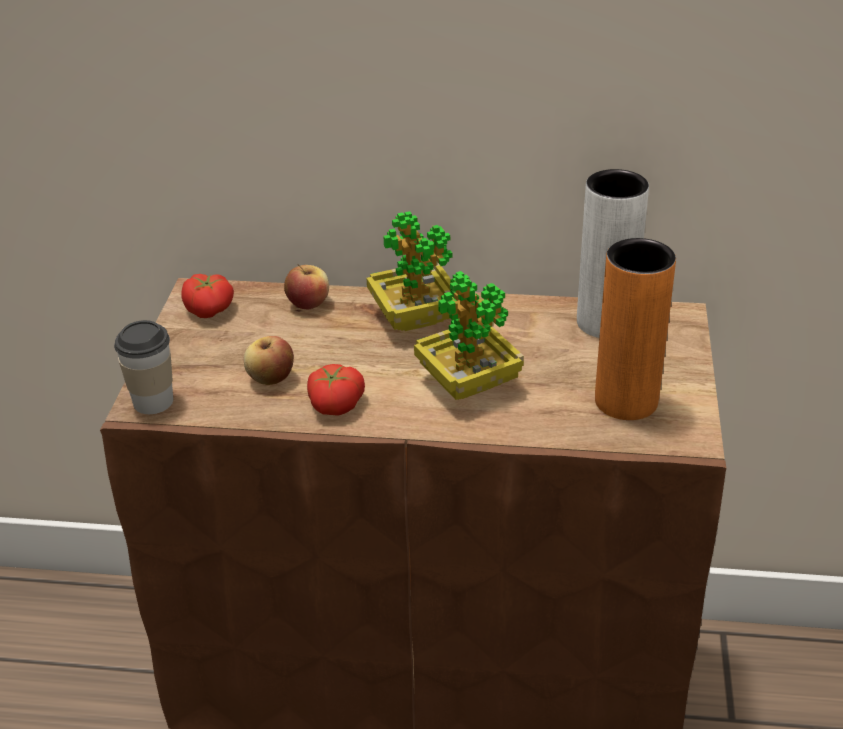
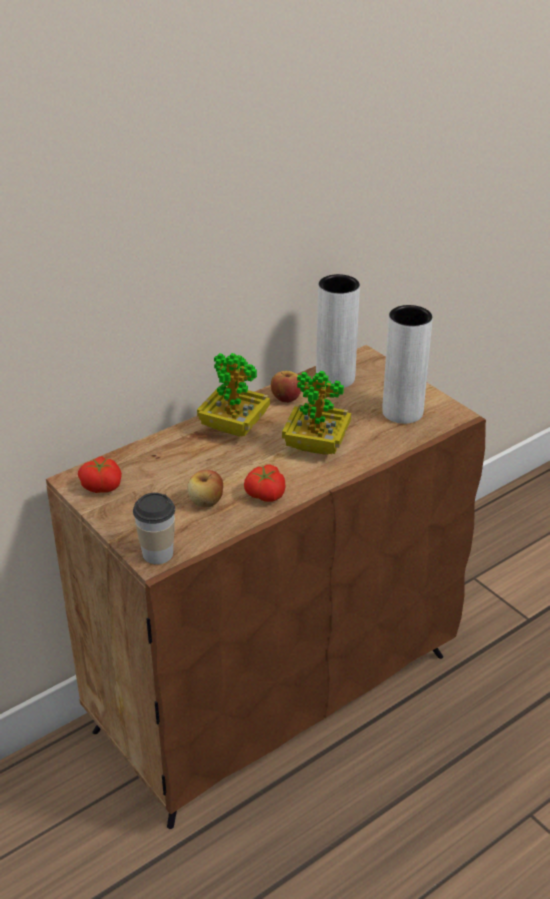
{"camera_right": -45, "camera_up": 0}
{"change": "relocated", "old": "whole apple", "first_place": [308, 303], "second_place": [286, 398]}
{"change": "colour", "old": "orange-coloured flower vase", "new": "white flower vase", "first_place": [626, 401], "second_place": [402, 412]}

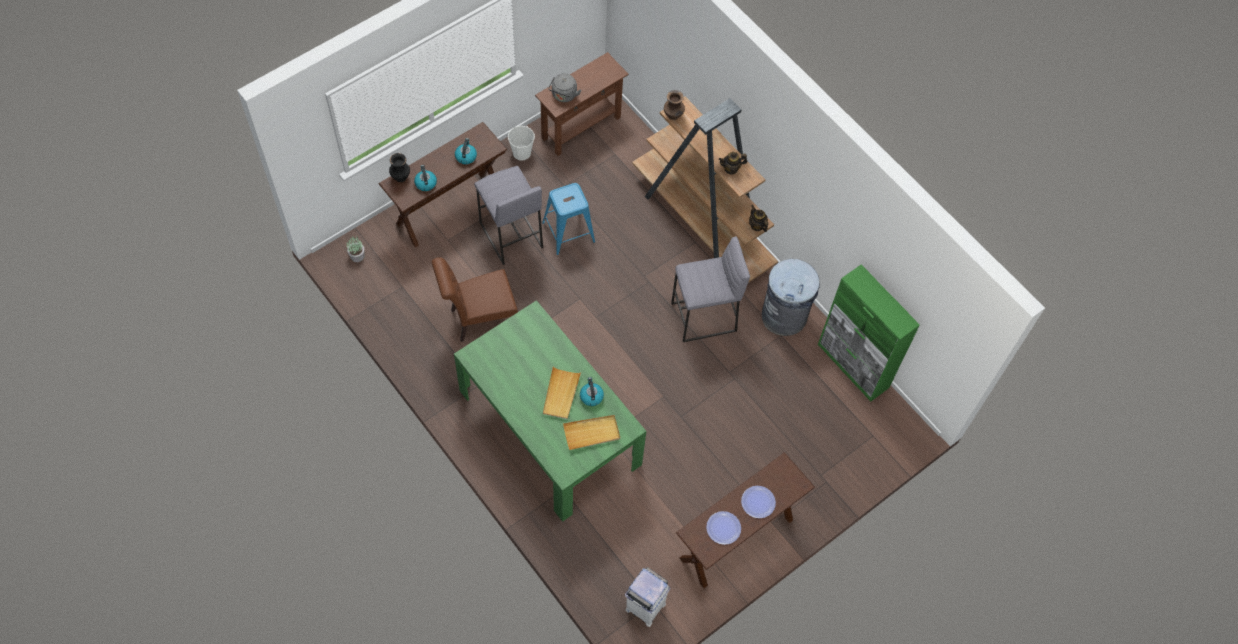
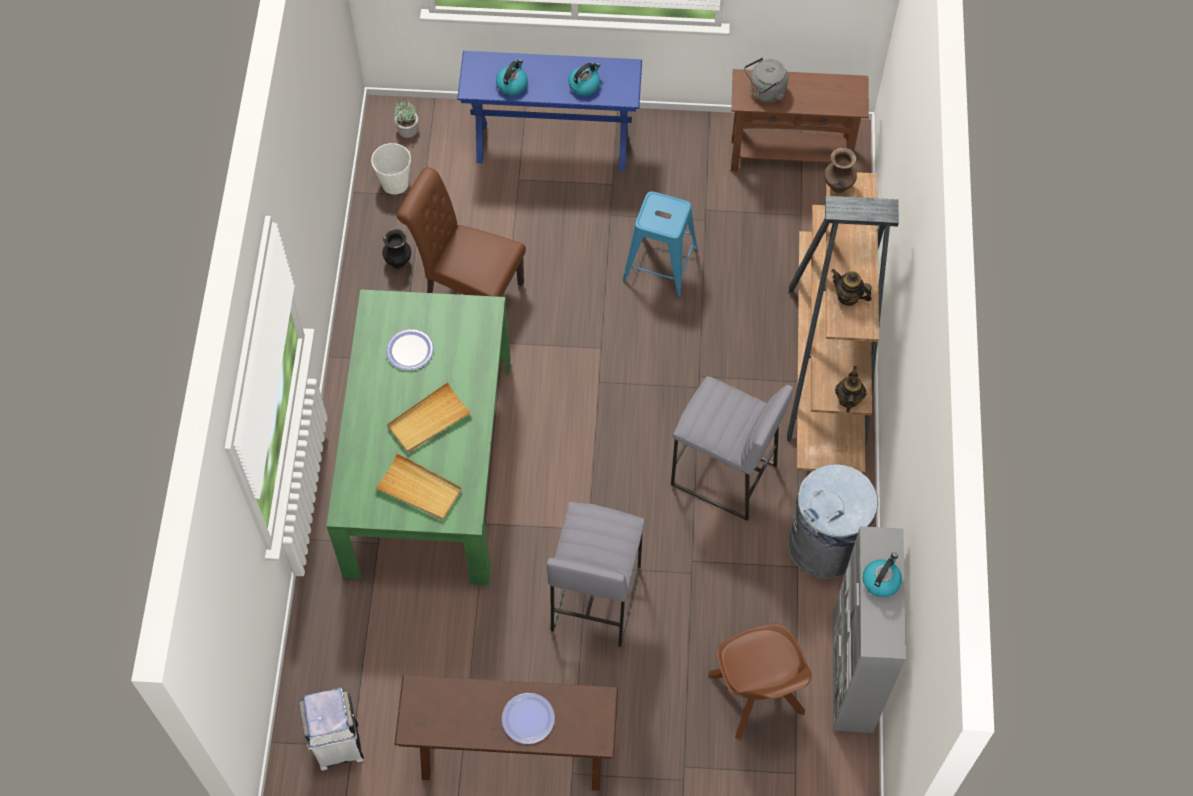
{"camera_right": 45, "camera_up": 0}
{"change": "appeared", "new": "brownish upright chair", "second_place": [757, 696]}
{"change": "relocated", "old": "blackish flower vase", "first_place": [400, 177], "second_place": [398, 261]}
{"change": "relocated", "old": "greyish sitting stool", "first_place": [510, 235], "second_place": [595, 598]}
{"change": "relocated", "old": "white pail", "first_place": [521, 152], "second_place": [395, 183]}
{"change": "relocated", "old": "tea kettle", "first_place": [591, 396], "second_place": [881, 580]}
{"change": "relocated", "old": "plate", "first_place": [723, 528], "second_place": [410, 350]}
{"change": "colour", "old": "brownish narrow table", "new": "blue narrow table", "first_place": [449, 209], "second_place": [552, 146]}
{"change": "colour", "old": "green storage cabinet", "new": "greyish storage cabinet", "first_place": [853, 366], "second_place": [852, 671]}

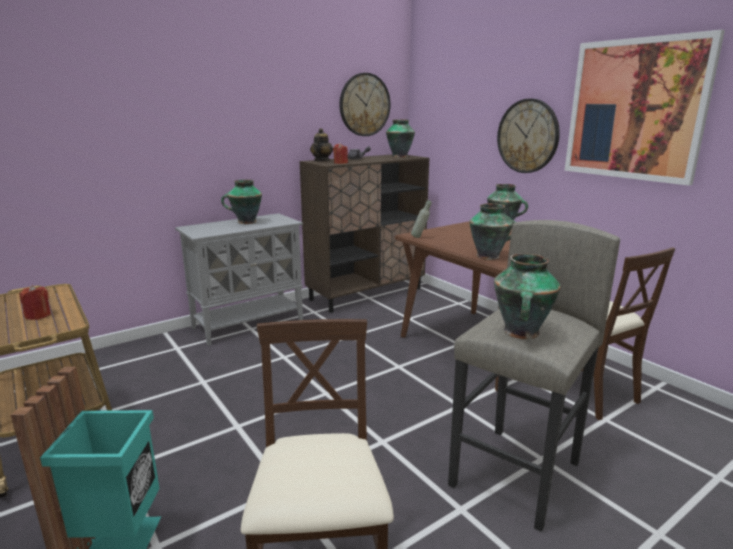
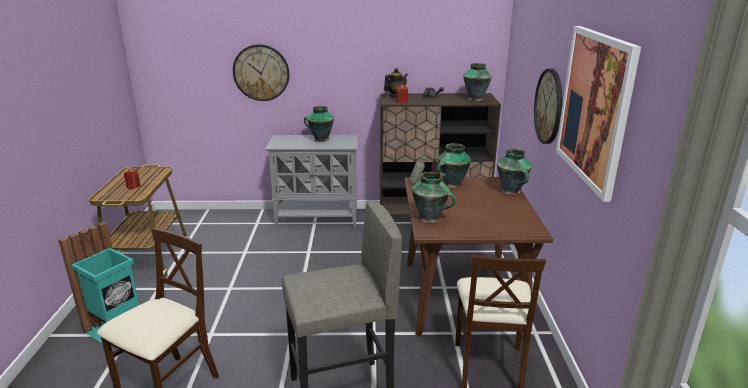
{"camera_right": 35, "camera_up": 5}
{"change": "relocated", "old": "hanging clock", "first_place": [364, 105], "second_place": [261, 72]}
{"change": "relocated", "old": "flower vase", "first_place": [521, 333], "second_place": [452, 185]}

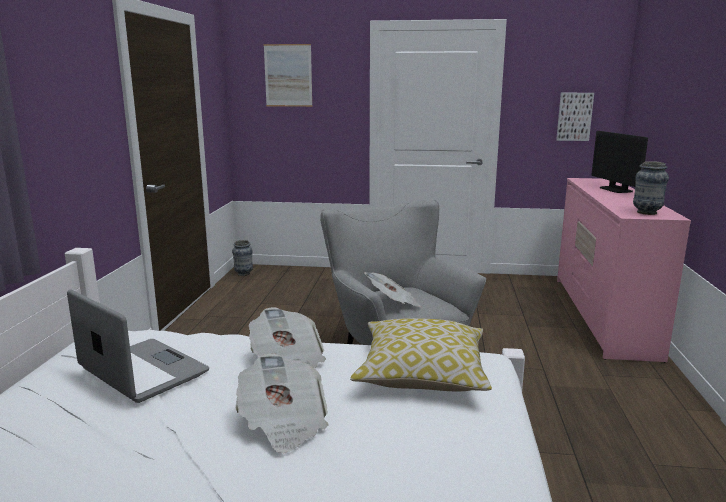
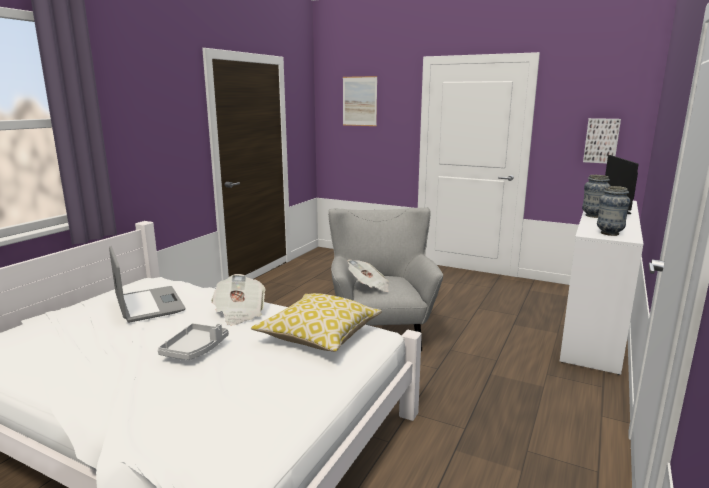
{"camera_right": 20, "camera_up": 0}
{"change": "relocated", "old": "flower vase", "first_place": [243, 274], "second_place": [593, 216]}
{"change": "exchanged", "old": "printed paper", "new": "greyish tray", "first_place": [283, 423], "second_place": [195, 349]}
{"change": "colour", "old": "pinkish dresser", "new": "white dresser", "first_place": [602, 316], "second_place": [593, 326]}

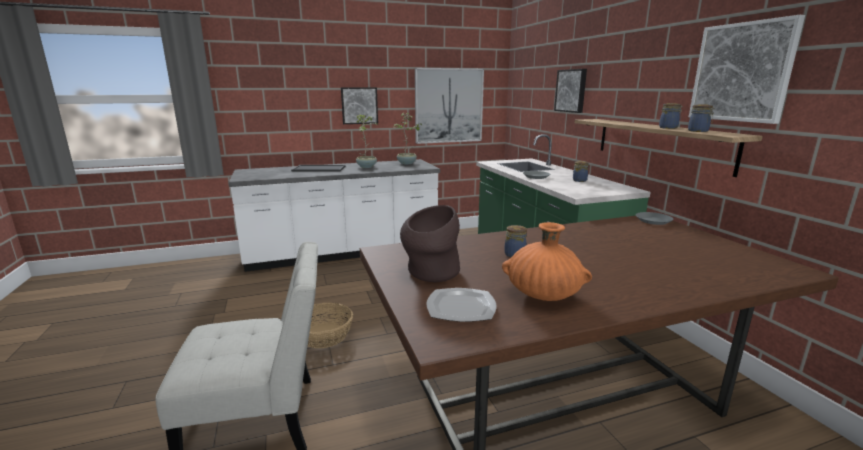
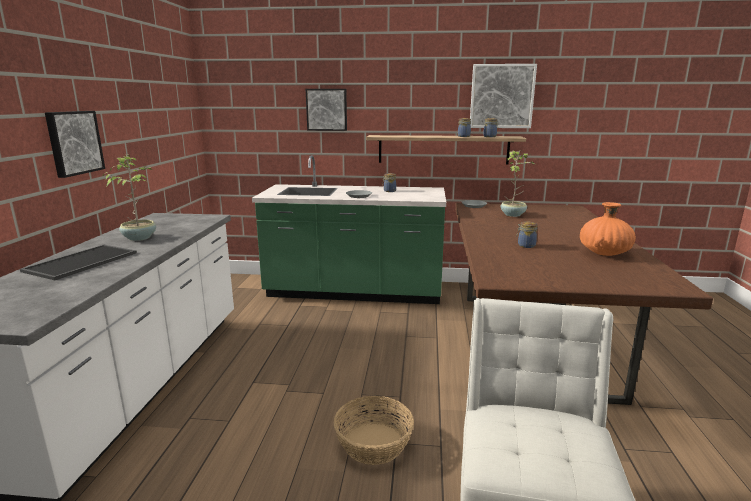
{"camera_right": -65, "camera_up": 0}
{"change": "missing", "old": "brownish flower vase", "first_place": [430, 274]}
{"change": "missing", "old": "wall art", "first_place": [449, 106]}
{"change": "missing", "old": "plate", "first_place": [460, 307]}
{"change": "relocated", "old": "houseplant", "first_place": [407, 163], "second_place": [513, 214]}

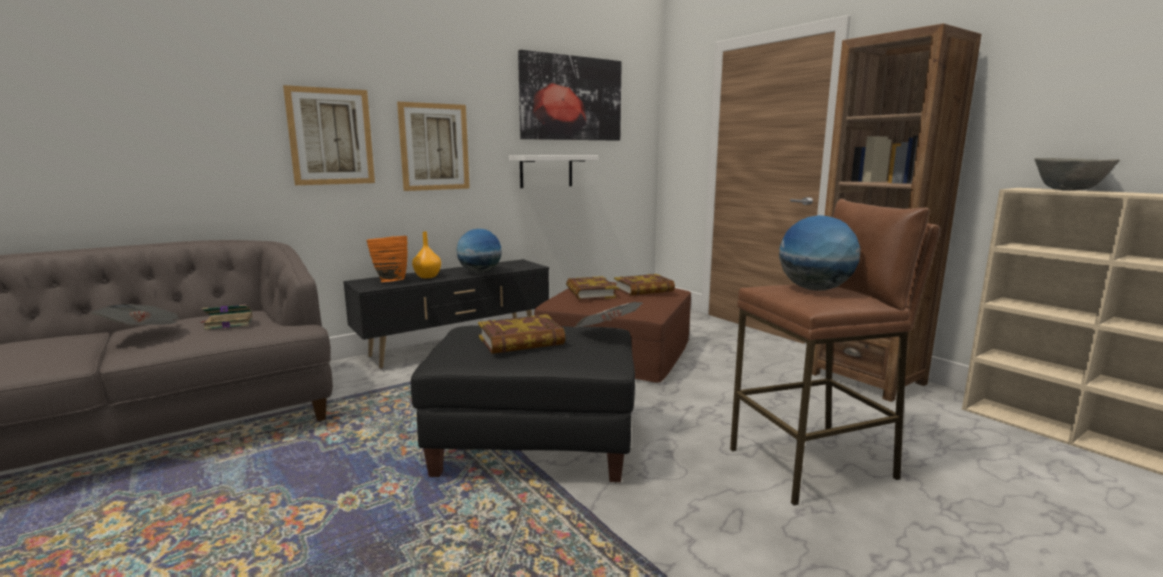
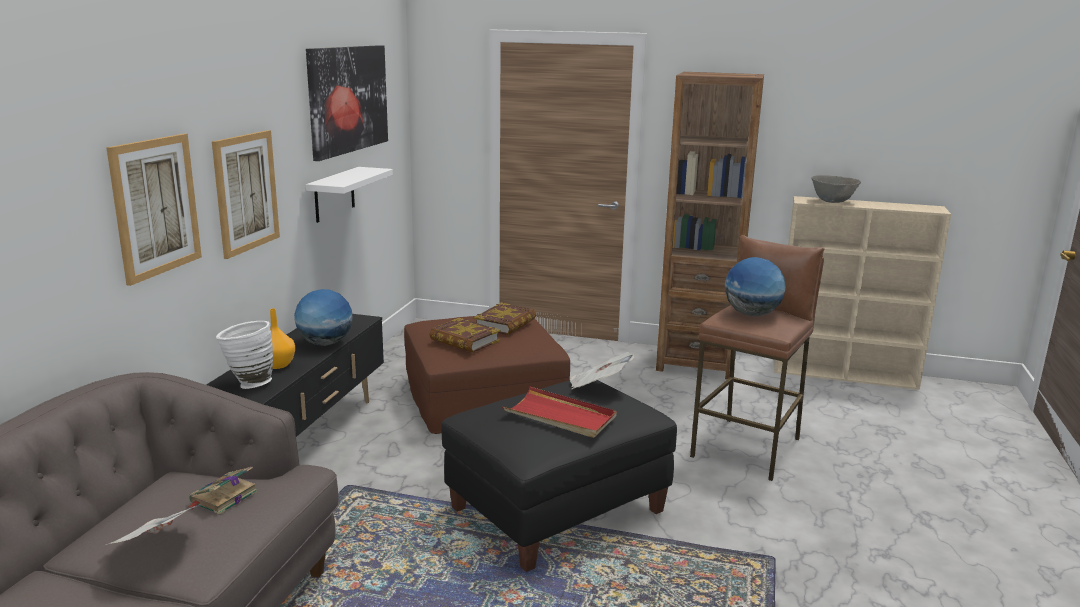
{"camera_right": -40, "camera_up": 5}
{"change": "exchanged", "old": "volume", "new": "reddish tray", "first_place": [521, 341], "second_place": [560, 416]}
{"change": "colour", "old": "orange-coloured flower vase", "new": "white flower vase", "first_place": [390, 281], "second_place": [248, 384]}

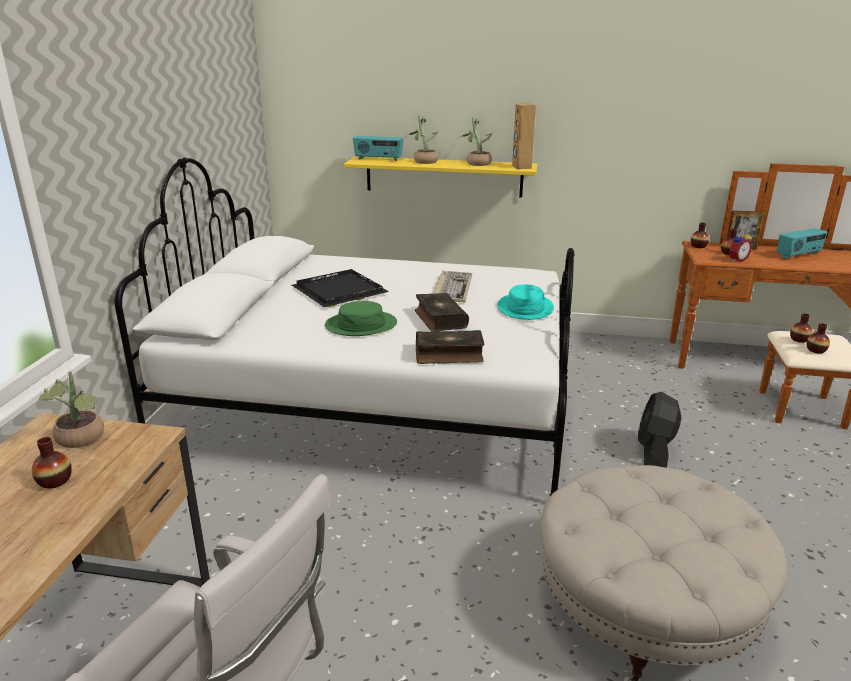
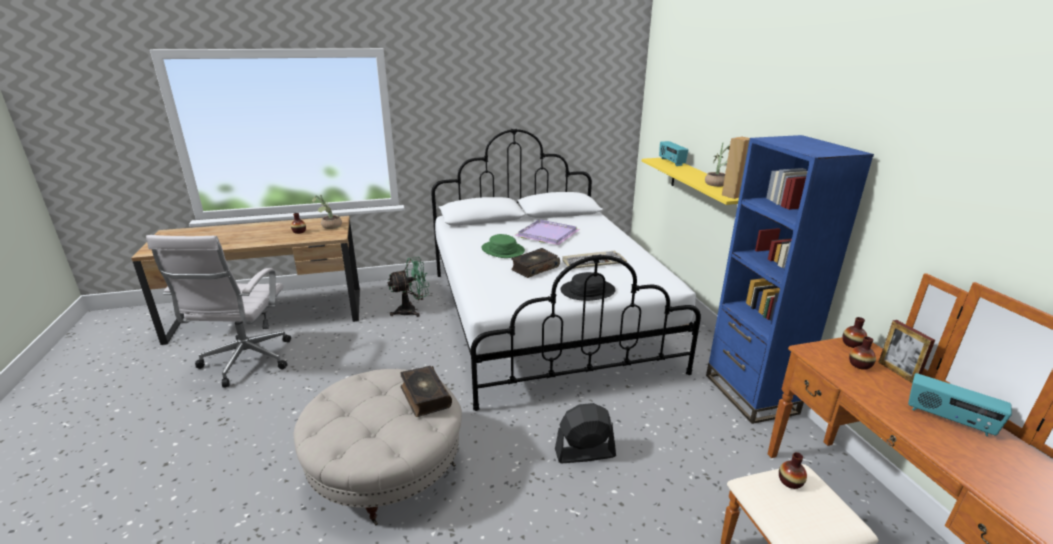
{"camera_right": 65, "camera_up": 0}
{"change": "missing", "old": "houseplant", "first_place": [424, 161]}
{"change": "missing", "old": "bedside clock", "first_place": [736, 260]}
{"change": "missing", "old": "flower vase", "first_place": [816, 350]}
{"change": "appeared", "new": "green electric fan", "second_place": [412, 310]}
{"change": "appeared", "new": "blue bookshelf", "second_place": [750, 394]}
{"change": "relocated", "old": "volume", "first_place": [449, 355], "second_place": [424, 397]}
{"change": "colour", "old": "blackish tray", "new": "purple tray", "first_place": [340, 290], "second_place": [548, 234]}
{"change": "colour", "old": "turquoise-coloured clothing hat", "new": "blackish clothing hat", "first_place": [525, 308], "second_place": [587, 291]}

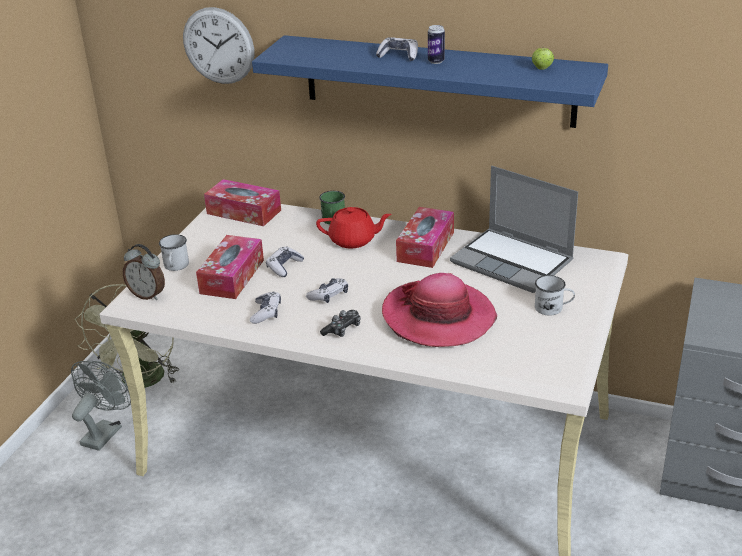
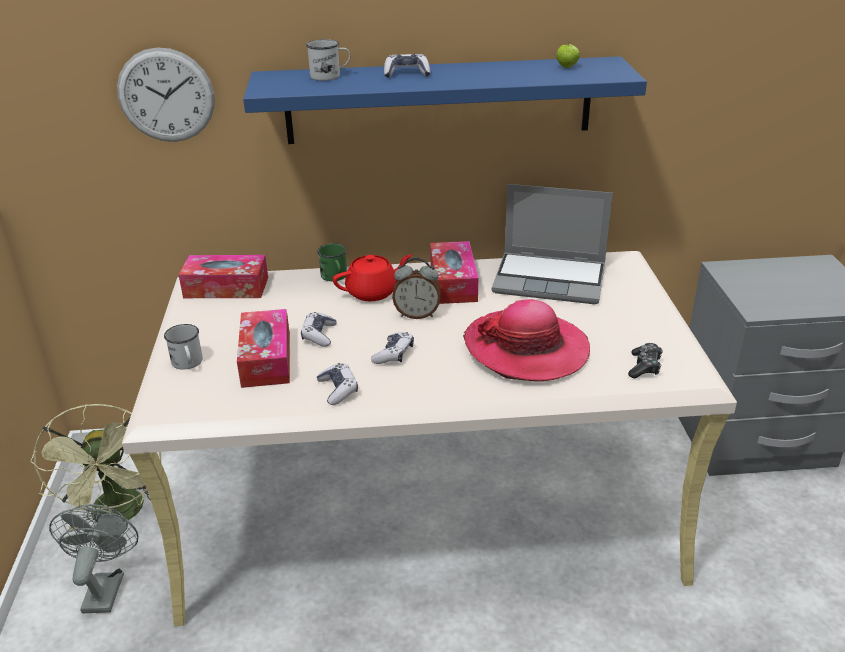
{"camera_right": -25, "camera_up": 0}
{"change": "missing", "old": "metal can", "first_place": [436, 61]}
{"change": "relocated", "old": "bedside clock", "first_place": [148, 295], "second_place": [417, 314]}
{"change": "relocated", "old": "joypad", "first_place": [342, 329], "second_place": [644, 367]}
{"change": "relocated", "old": "white tea mug", "first_place": [553, 308], "second_place": [330, 76]}

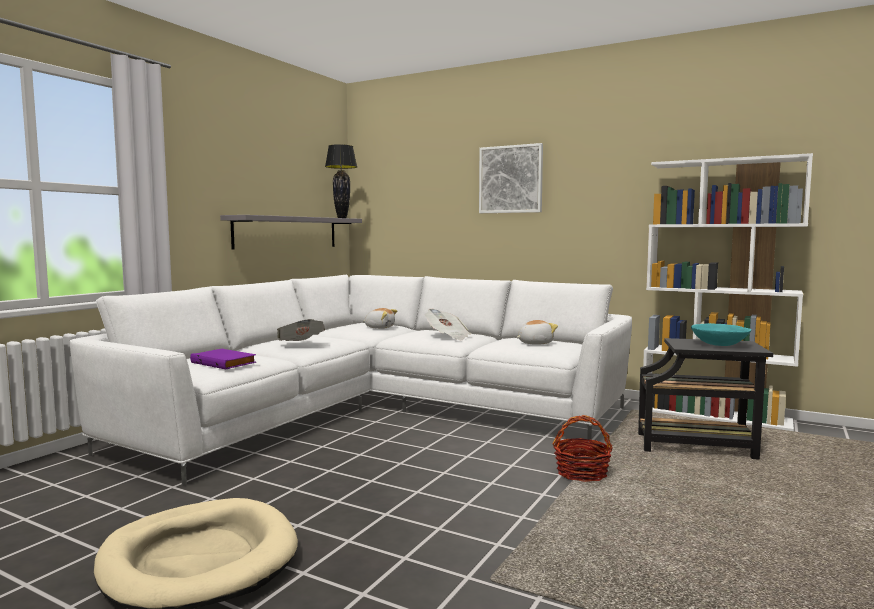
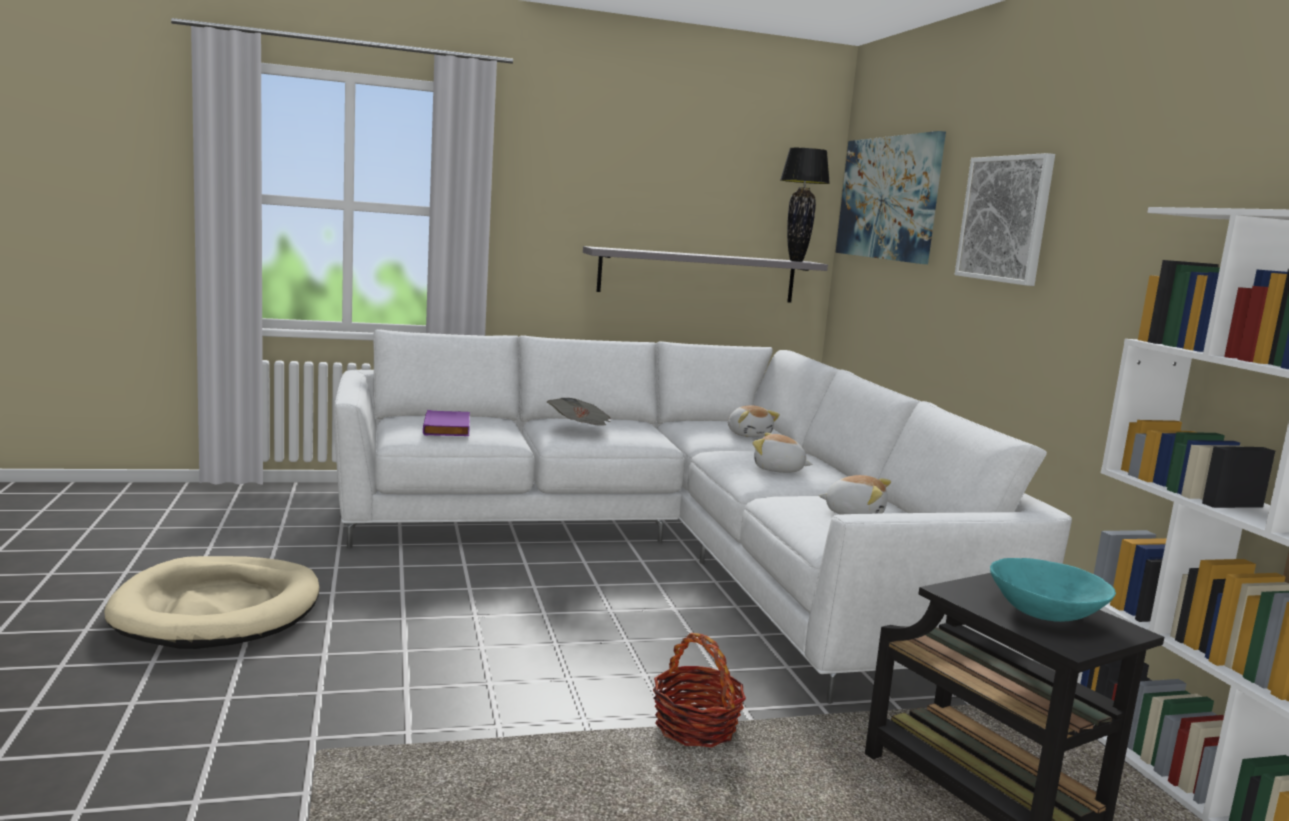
{"camera_right": 45, "camera_up": 5}
{"change": "appeared", "new": "wall art", "second_place": [888, 198]}
{"change": "exchanged", "old": "printed paper", "new": "soft toy", "first_place": [448, 337], "second_place": [778, 470]}

